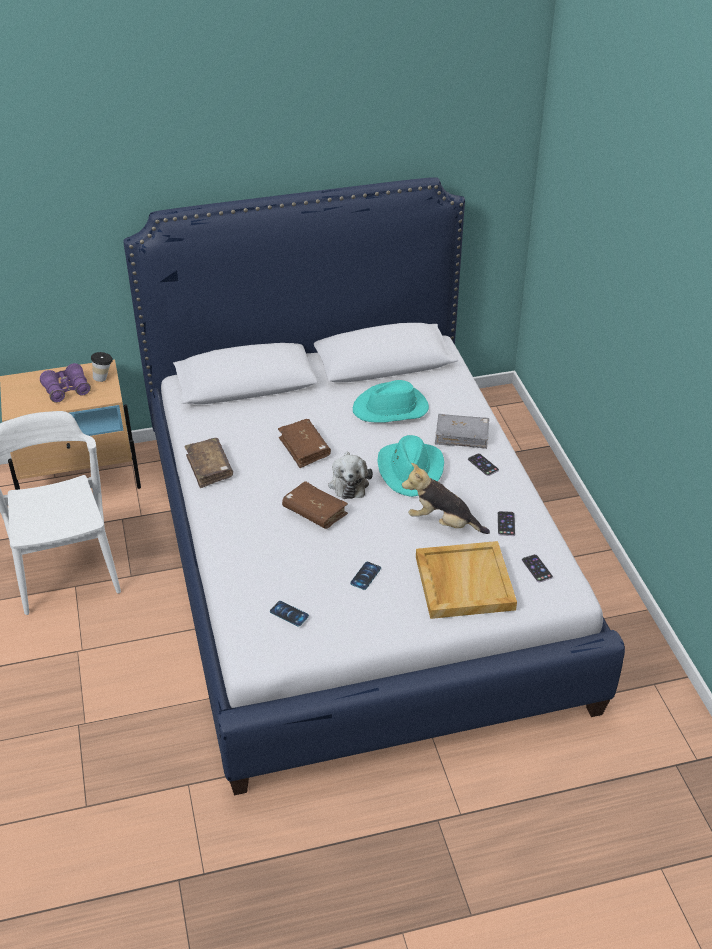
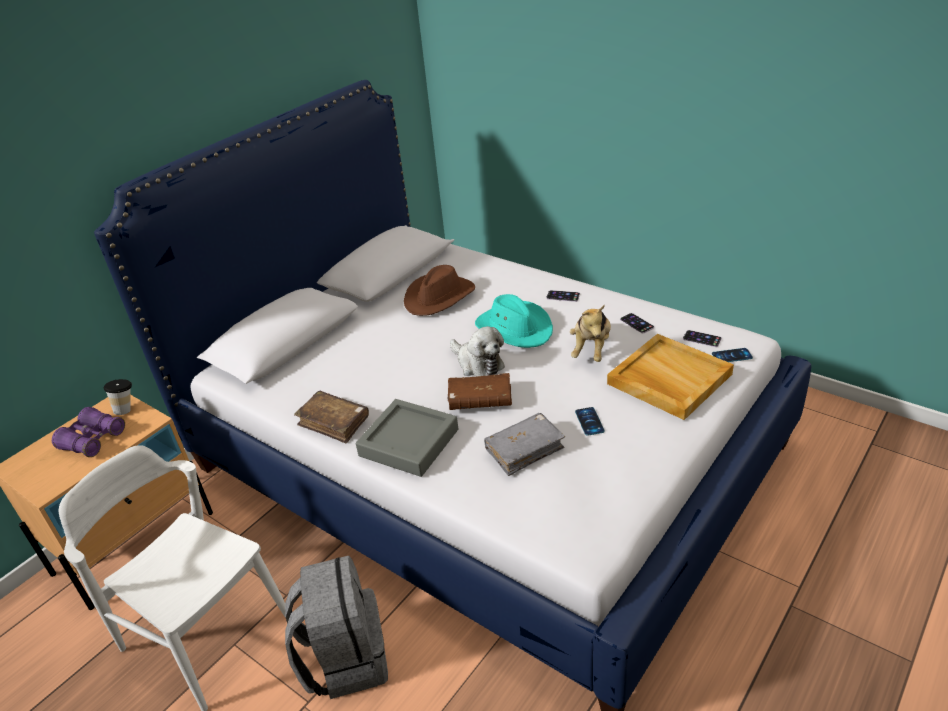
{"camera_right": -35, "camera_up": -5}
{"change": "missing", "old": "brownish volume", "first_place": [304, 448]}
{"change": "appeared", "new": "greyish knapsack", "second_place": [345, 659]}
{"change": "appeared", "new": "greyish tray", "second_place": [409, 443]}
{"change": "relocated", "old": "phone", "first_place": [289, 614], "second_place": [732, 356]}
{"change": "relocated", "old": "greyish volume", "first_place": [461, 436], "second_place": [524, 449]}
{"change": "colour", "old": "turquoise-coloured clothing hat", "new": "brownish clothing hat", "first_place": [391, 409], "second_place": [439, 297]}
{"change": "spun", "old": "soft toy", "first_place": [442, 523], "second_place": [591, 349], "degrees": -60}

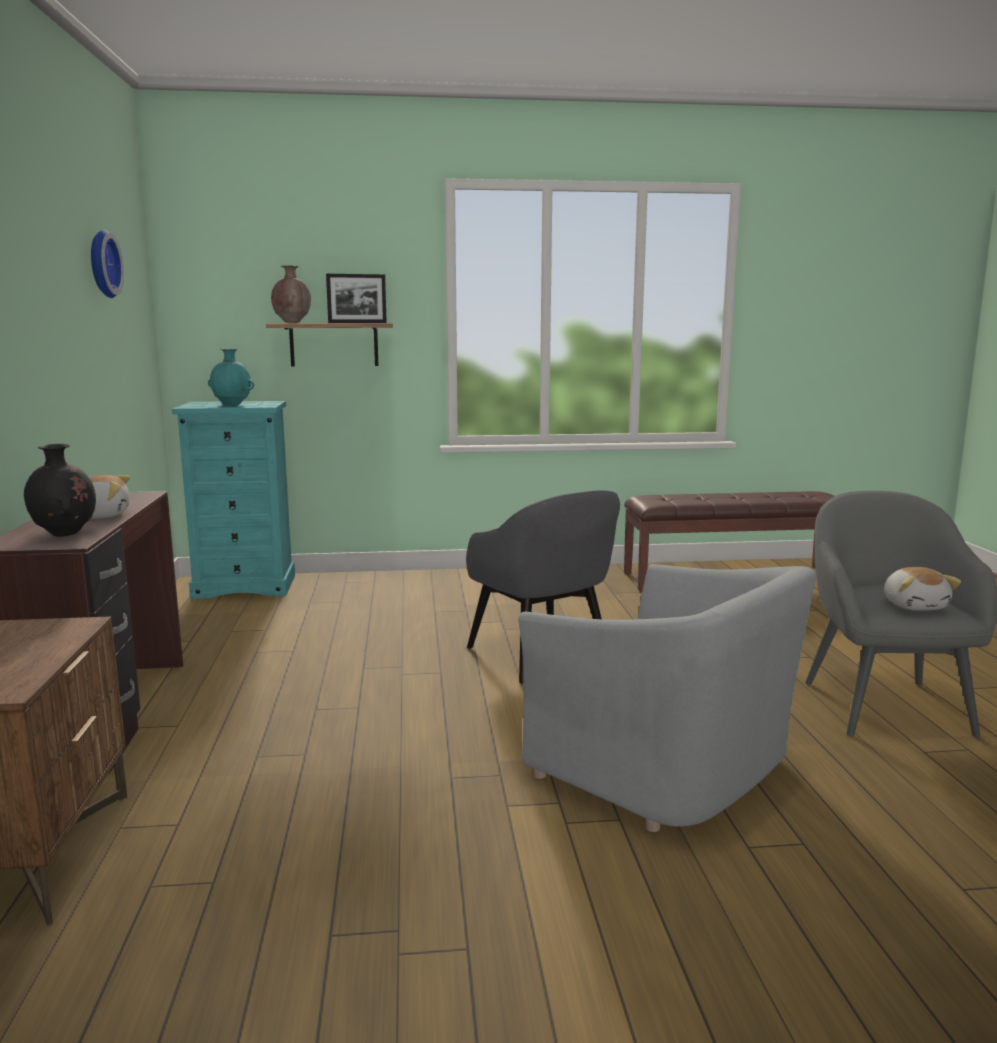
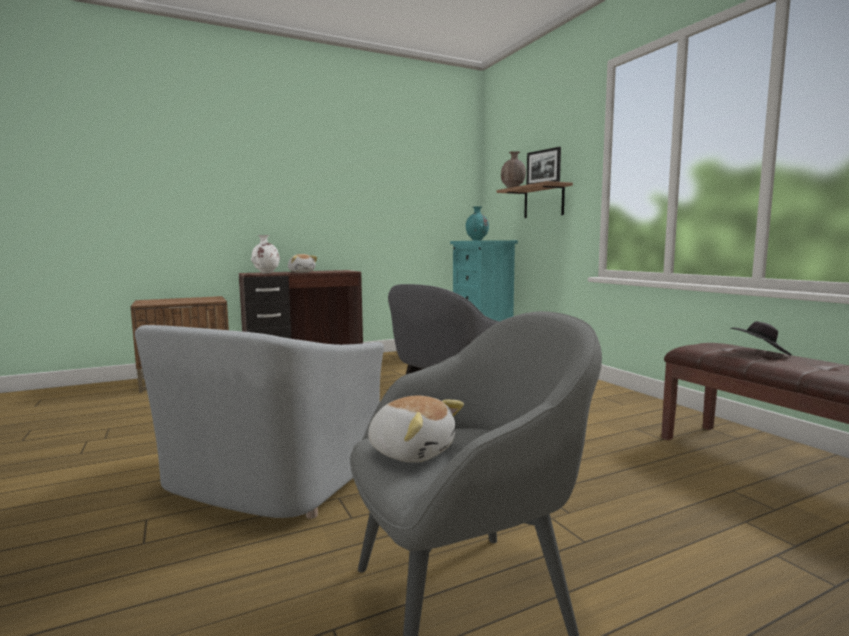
{"camera_right": 70, "camera_up": -5}
{"change": "missing", "old": "hanging clock", "first_place": [101, 264]}
{"change": "appeared", "new": "blackish clothing hat", "second_place": [759, 353]}
{"change": "colour", "old": "blackish flower vase", "new": "white flower vase", "first_place": [65, 534], "second_place": [266, 273]}
{"change": "spun", "old": "soft toy", "first_place": [915, 606], "second_place": [412, 451], "degrees": -120}

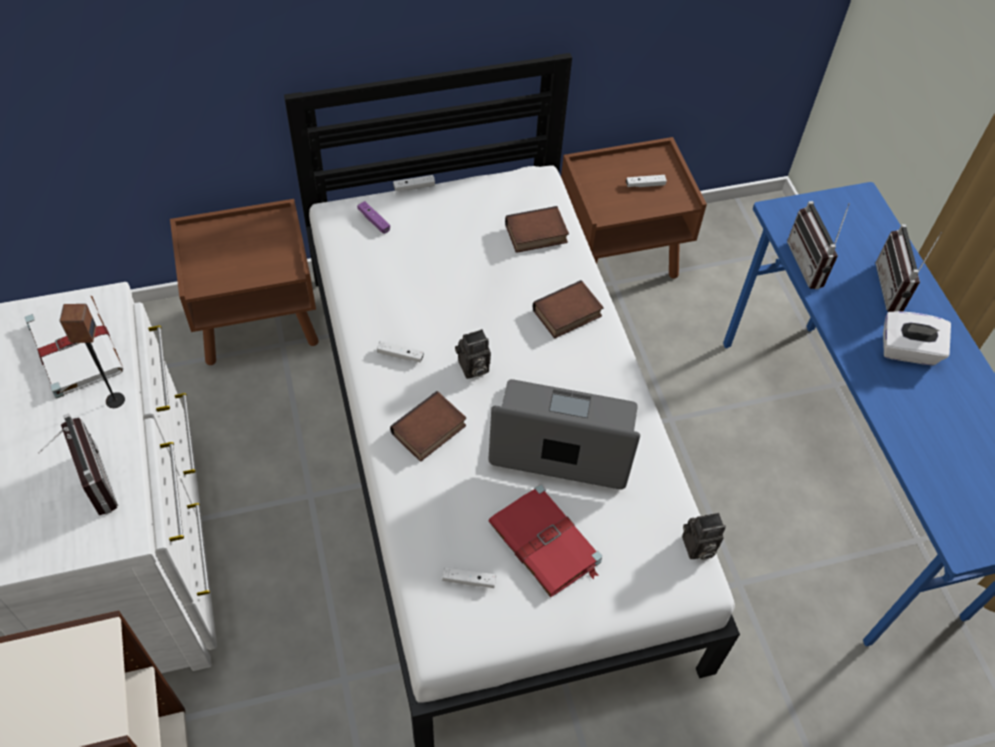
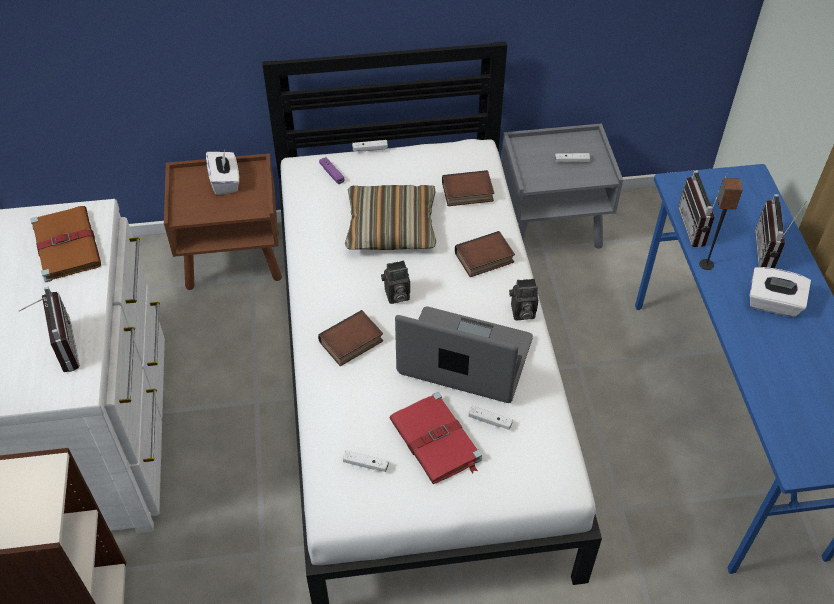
{"camera_right": 10, "camera_up": -5}
{"change": "appeared", "new": "white box of tissues", "second_place": [225, 182]}
{"change": "appeared", "new": "cushion", "second_place": [391, 227]}
{"change": "relocated", "old": "speaker", "first_place": [115, 400], "second_place": [706, 264]}
{"change": "relocated", "old": "white joypad", "first_place": [400, 355], "second_place": [490, 421]}
{"change": "relocated", "old": "photo camera", "first_place": [697, 548], "second_place": [521, 313]}
{"change": "colour", "old": "white volume", "new": "brownish volume", "first_place": [74, 346], "second_place": [66, 244]}
{"change": "colour", "old": "brownish night table", "new": "greyish night table", "first_place": [619, 258], "second_place": [551, 229]}

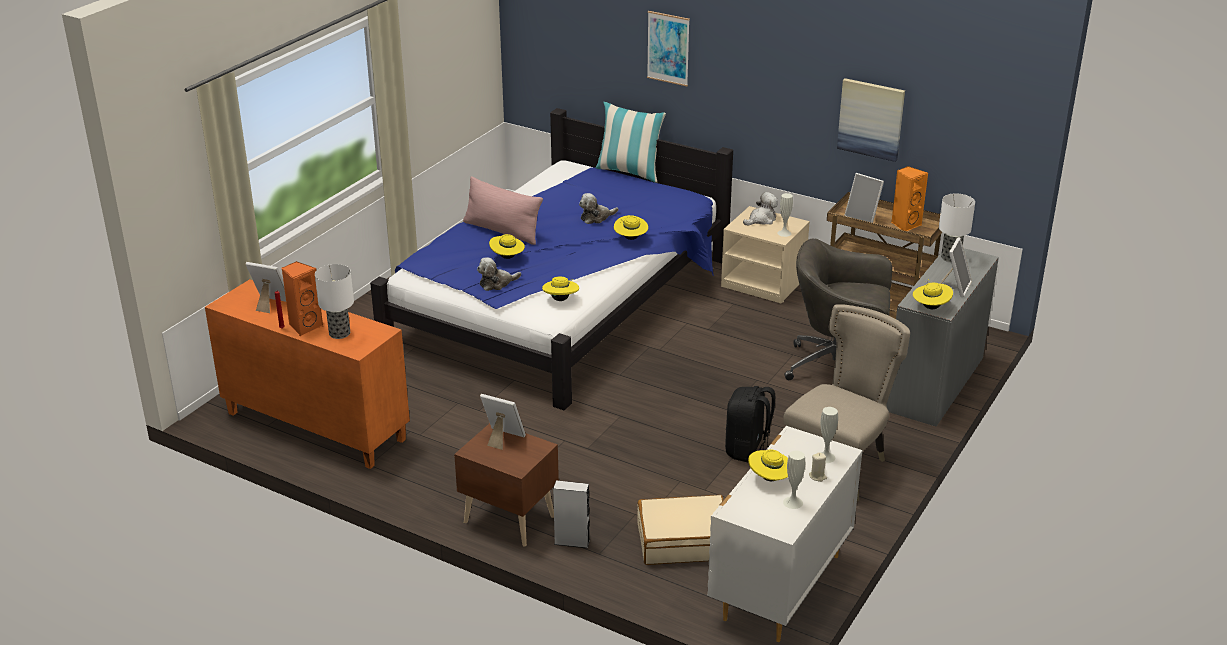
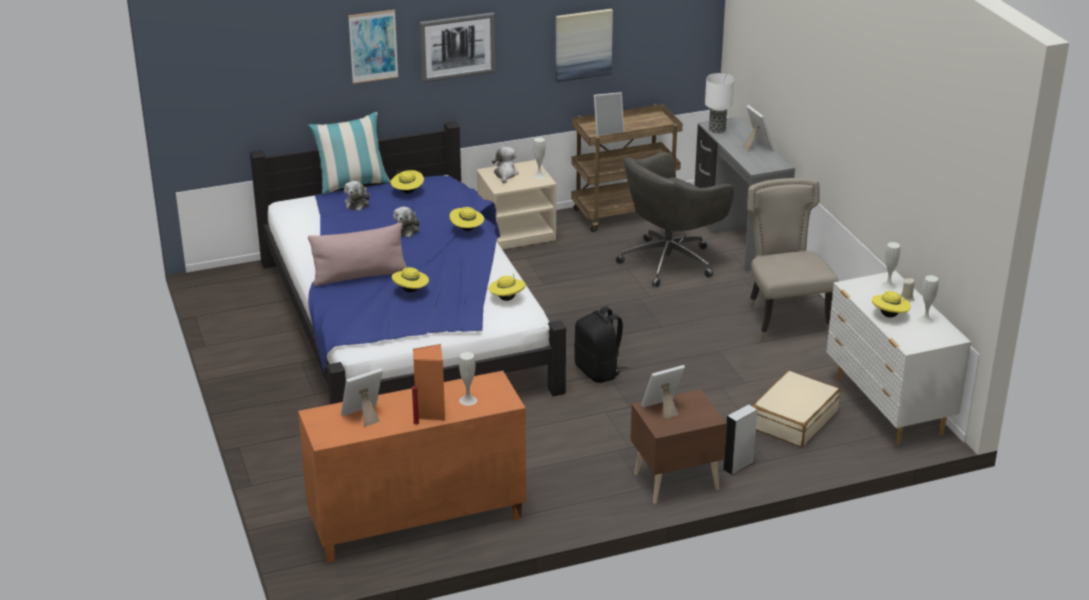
{"camera_right": -50, "camera_up": 0}
{"change": "missing", "old": "orange-coloured speaker", "first_place": [905, 224]}
{"change": "appeared", "new": "wall art", "second_place": [457, 46]}
{"change": "relocated", "old": "soft toy", "first_place": [497, 283], "second_place": [358, 203]}
{"change": "relocated", "old": "blackish knapsack", "first_place": [748, 450], "second_place": [598, 371]}
{"change": "relocated", "old": "yellow clothing hat", "first_place": [930, 307], "second_place": [407, 192]}
{"change": "exchanged", "old": "tabletop lamp", "new": "white flower vase", "first_place": [340, 333], "second_place": [468, 400]}

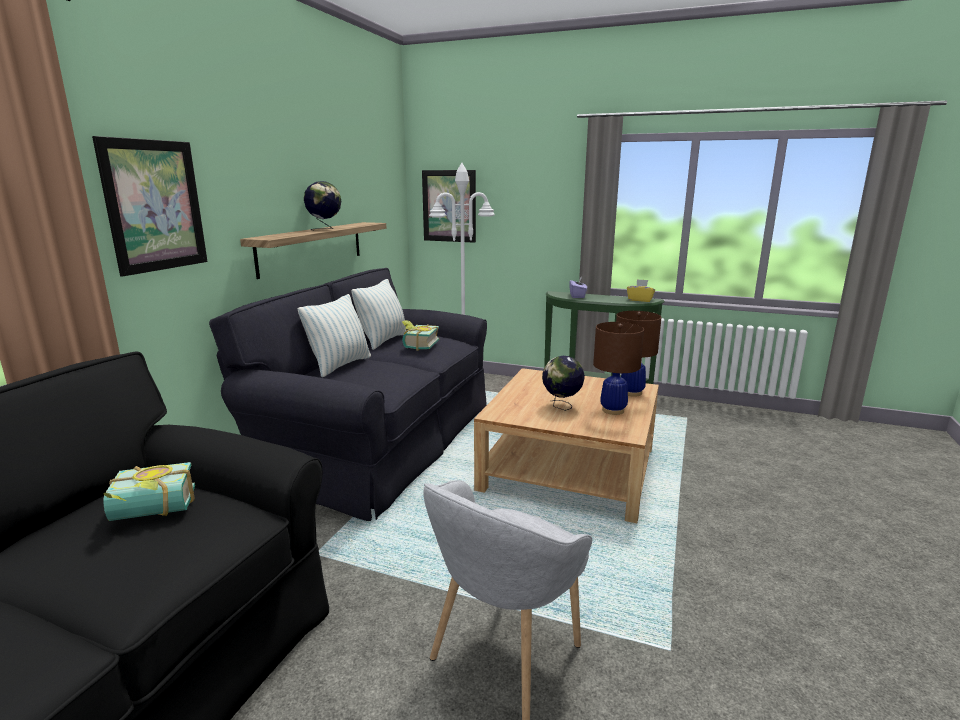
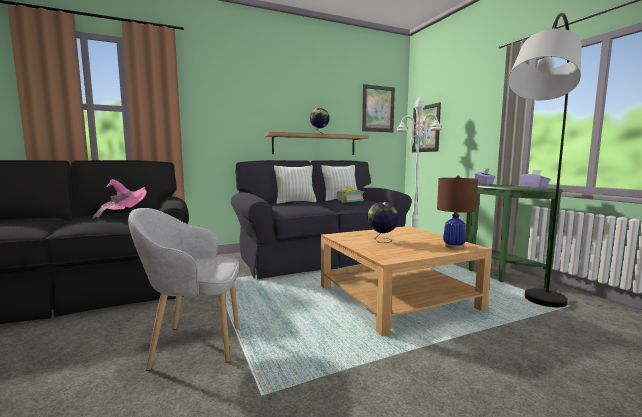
{"camera_right": 45, "camera_up": -10}
{"change": "missing", "old": "brownish tabletop lamp", "first_place": [613, 410]}
{"change": "appeared", "new": "greyish standing lamp", "second_place": [533, 325]}
{"change": "relocated", "old": "wall art", "first_place": [155, 206], "second_place": [378, 109]}
{"change": "exchanged", "old": "volume", "new": "pinkish clothing hat", "first_place": [152, 513], "second_place": [123, 215]}
{"change": "colour", "old": "yellow box of tissues", "new": "purple box of tissues", "first_place": [640, 300], "second_place": [534, 187]}

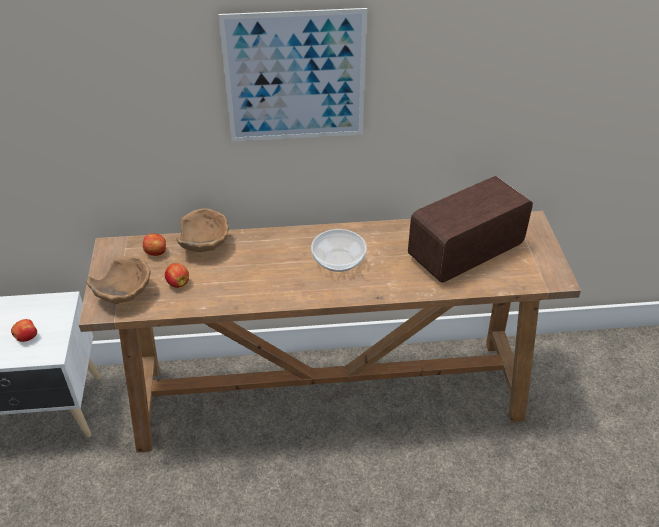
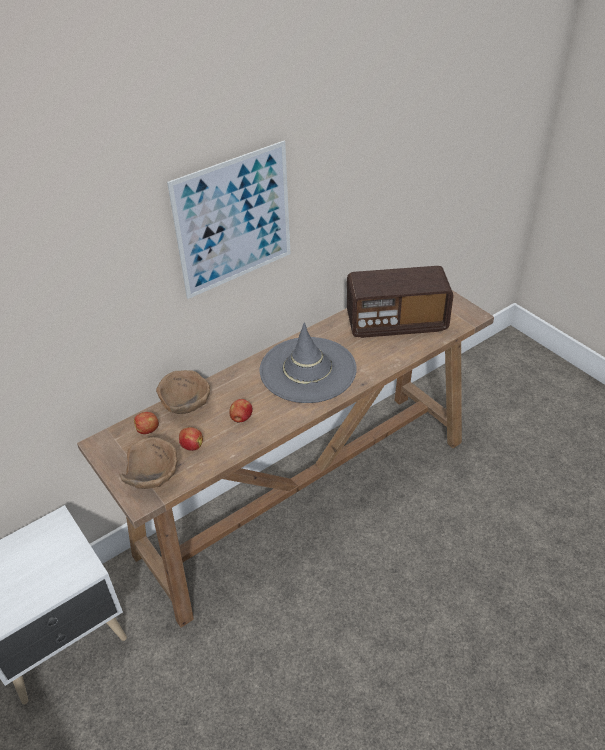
{"camera_right": -30, "camera_up": 0}
{"change": "relocated", "old": "whole apple", "first_place": [26, 338], "second_place": [241, 418]}
{"change": "exchanged", "old": "bowl", "new": "greyish clothing hat", "first_place": [337, 261], "second_place": [308, 370]}
{"change": "spun", "old": "radio set", "first_place": [465, 253], "second_place": [396, 323], "degrees": -120}

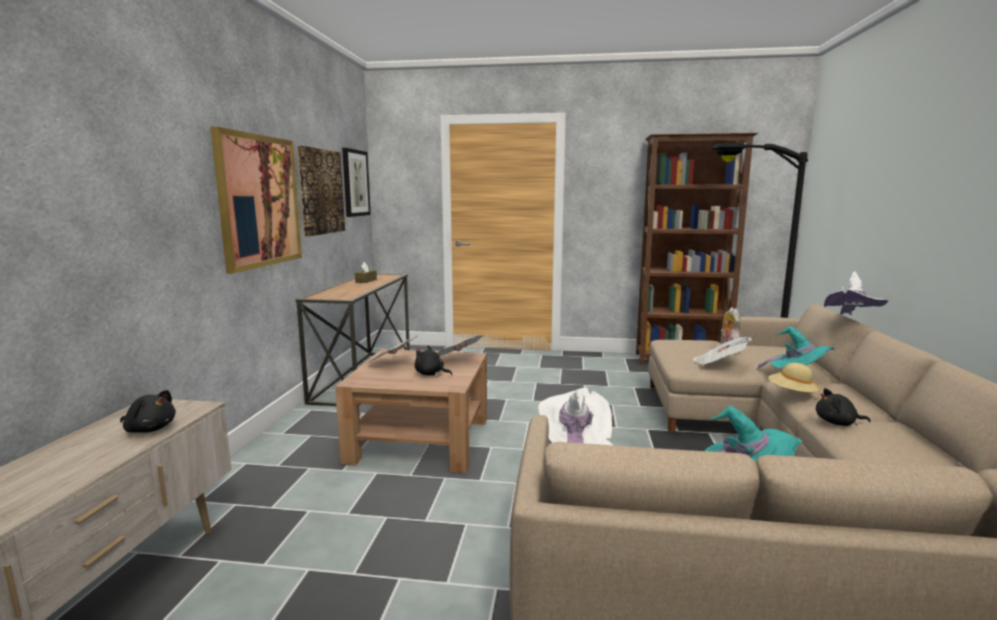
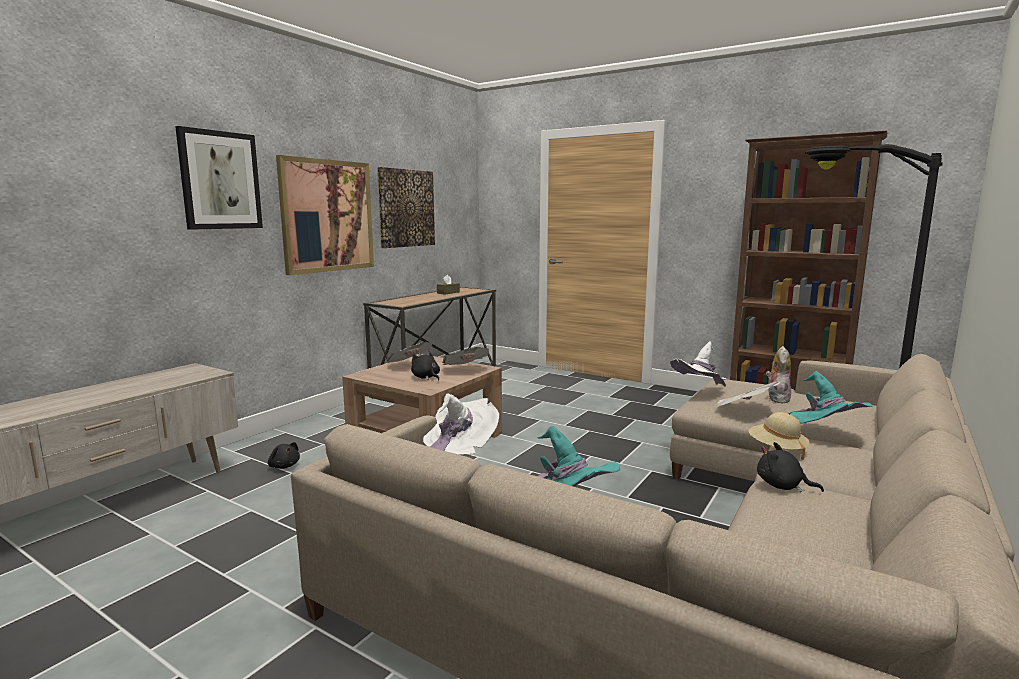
{"camera_right": 25, "camera_up": 0}
{"change": "relocated", "old": "blackish soft toy", "first_place": [150, 429], "second_place": [284, 466]}
{"change": "relocated", "old": "wall art", "first_place": [355, 183], "second_place": [220, 180]}
{"change": "relocated", "old": "white clothing hat", "first_place": [850, 322], "second_place": [700, 392]}

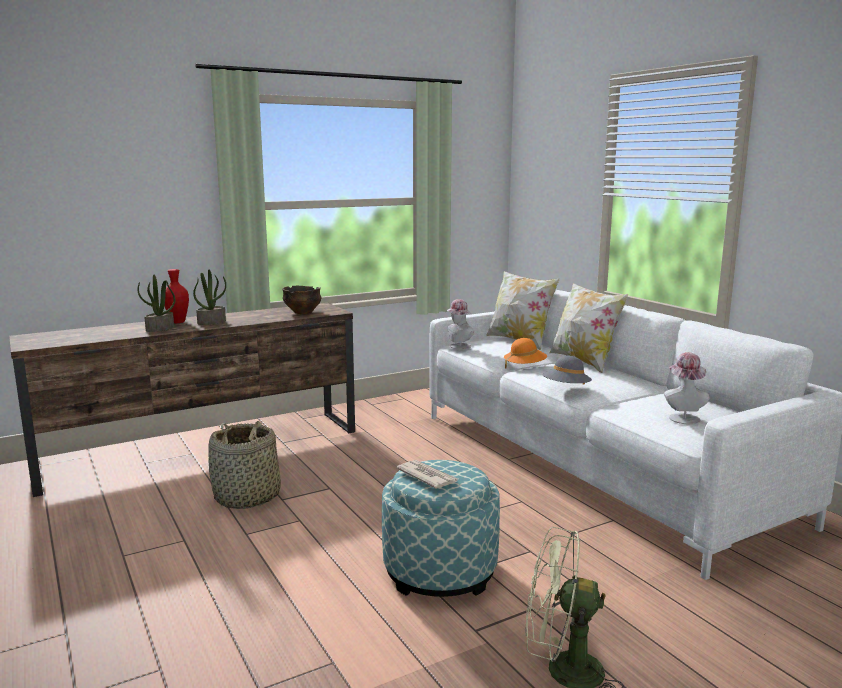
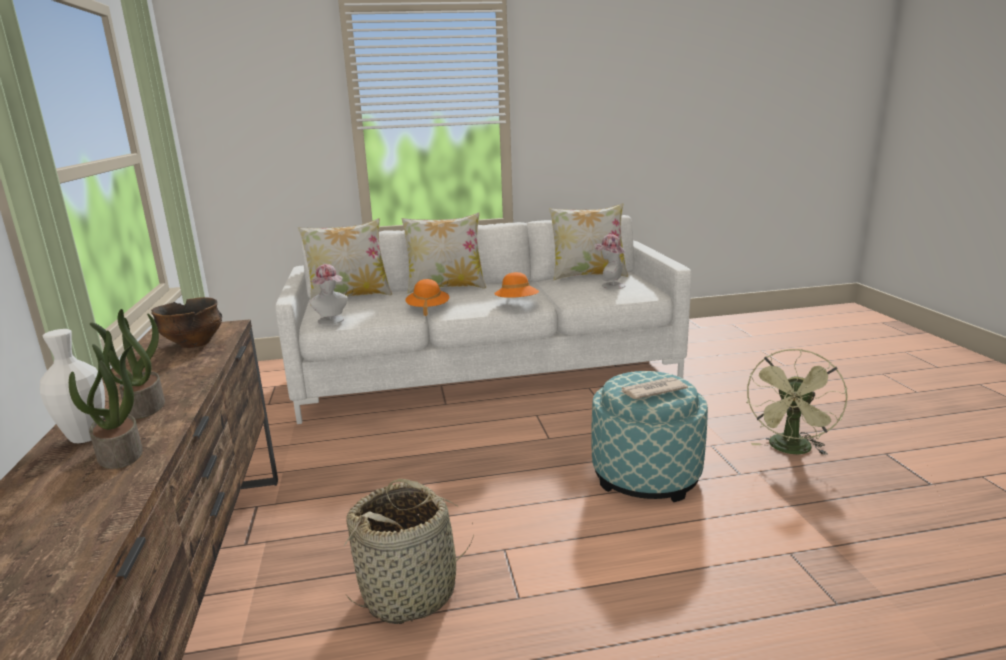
{"camera_right": -70, "camera_up": 5}
{"change": "appeared", "new": "cushion", "second_place": [588, 276]}
{"change": "colour", "old": "reddish flower vase", "new": "white flower vase", "first_place": [178, 322], "second_place": [86, 437]}
{"change": "colour", "old": "greyish clothing hat", "new": "orange-coloured clothing hat", "first_place": [566, 388], "second_place": [517, 303]}

